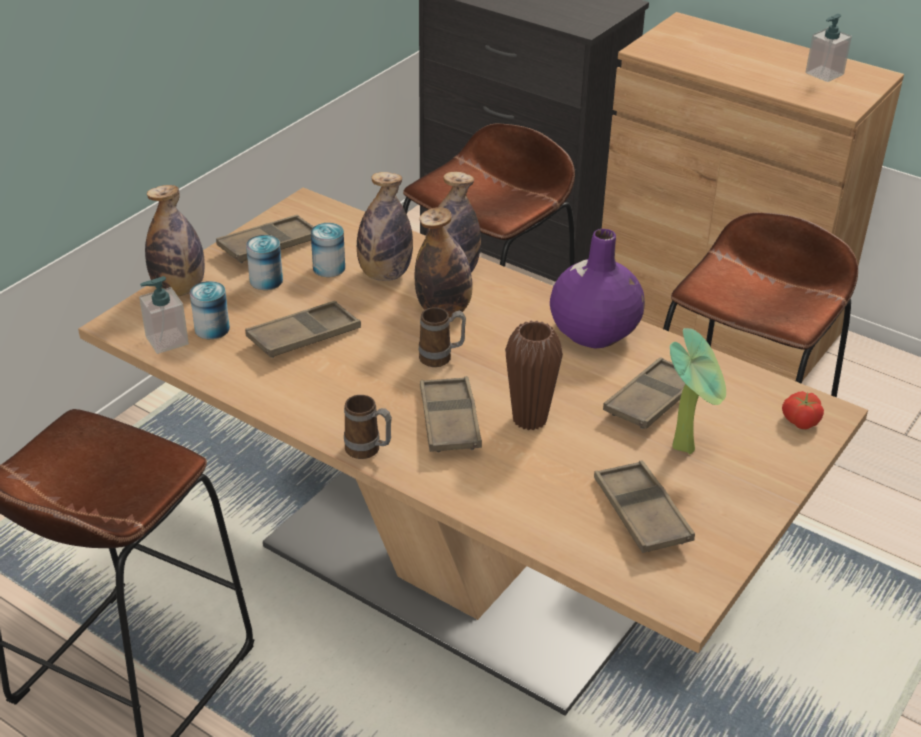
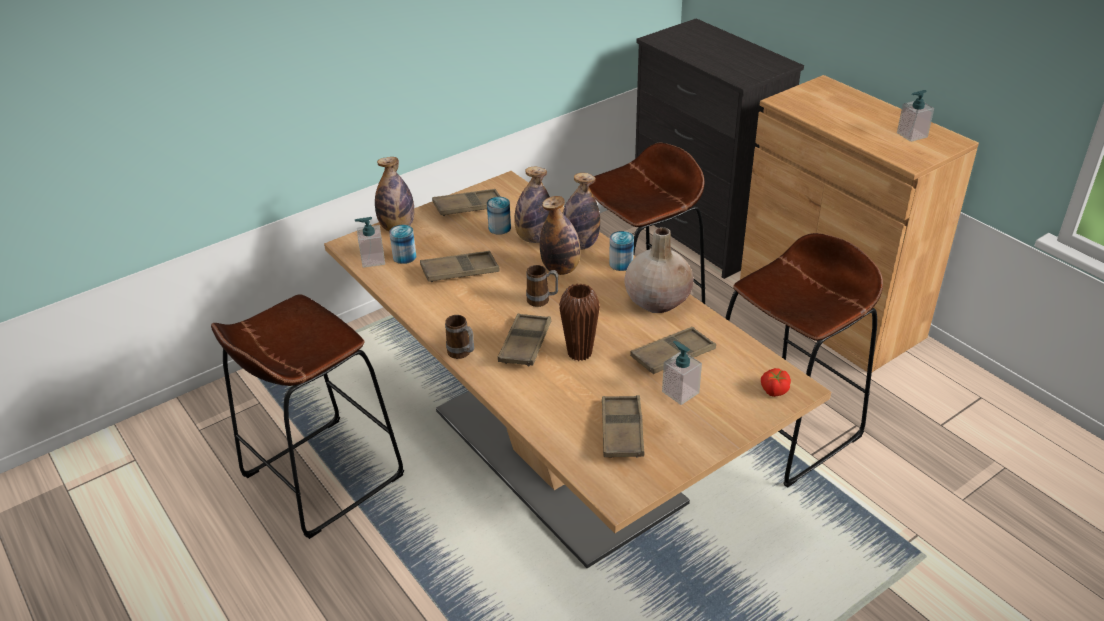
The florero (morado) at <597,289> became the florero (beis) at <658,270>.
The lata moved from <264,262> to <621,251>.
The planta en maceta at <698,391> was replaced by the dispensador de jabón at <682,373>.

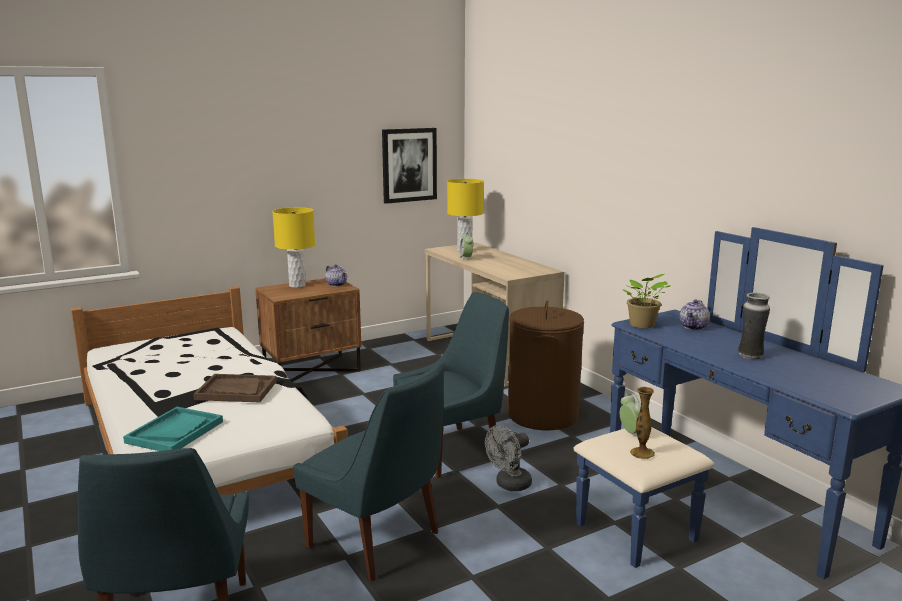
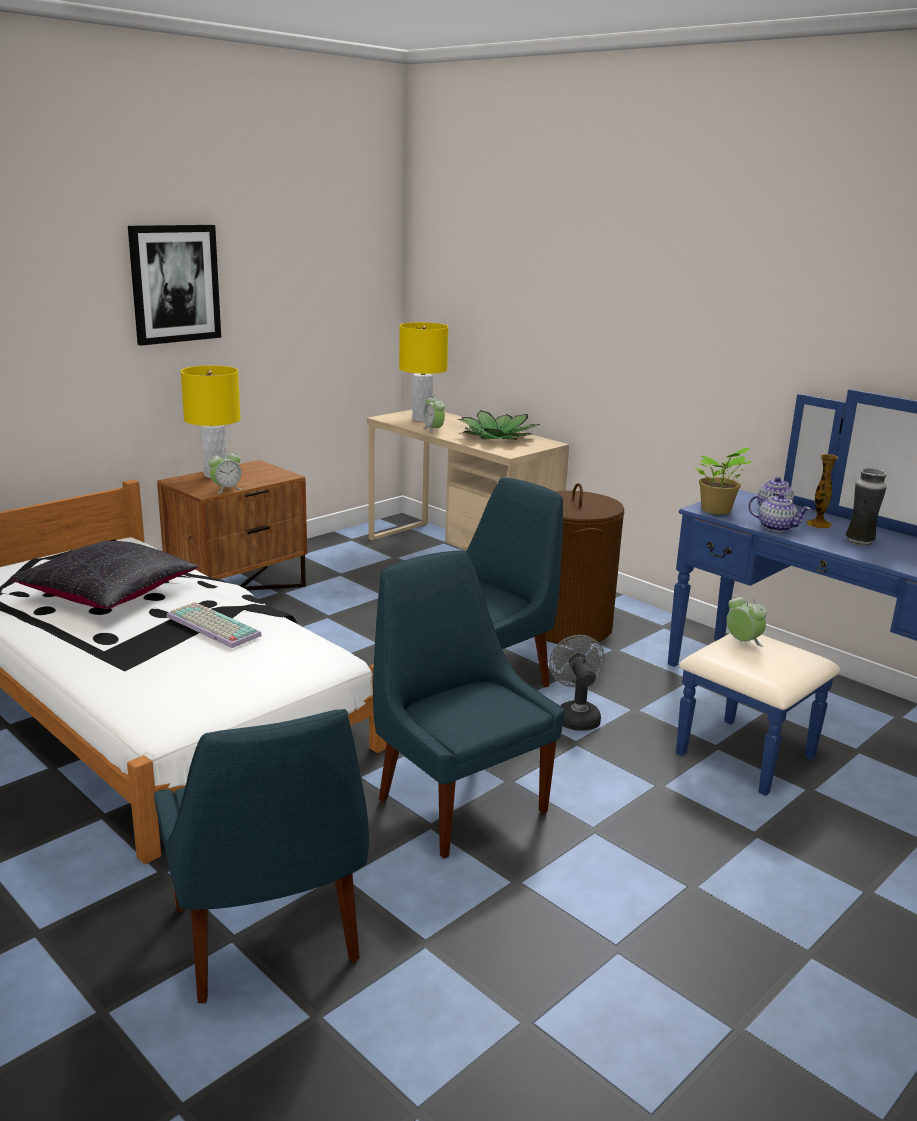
The cuadro moved from <409,166> to <174,285>.
The tetera moved from <336,275> to <779,512>.
The silla (azul) at <368,473> turned 150 degrees counterclockwise.
The bandeja (marrón) at <235,388> was replaced by the teclado at <214,625>.
The florero moved from <642,423> to <822,491>.
The bandeja (turquesa) at <173,429> disappeared.
The ventilador (gris) at <508,458> turned 135 degrees clockwise.
The planta en maceta at <499,425> appeared.
The despertador at <224,471> appeared.
The cojín (negro) at <104,575> appeared.

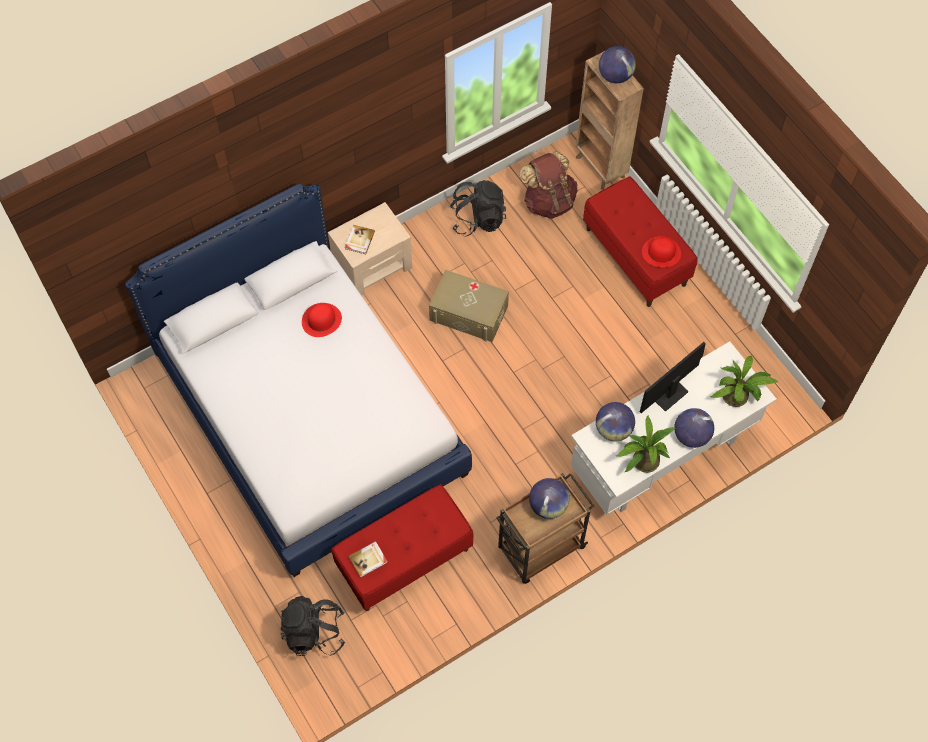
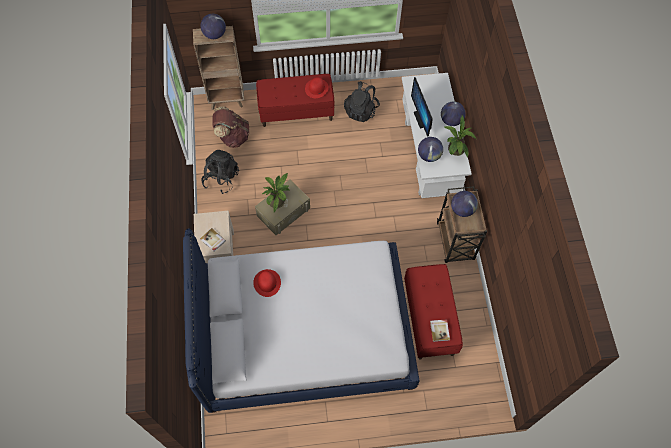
The planta en maceta moved from <744,381> to <276,193>.
The mochila (negro) moved from <313,626> to <362,101>.

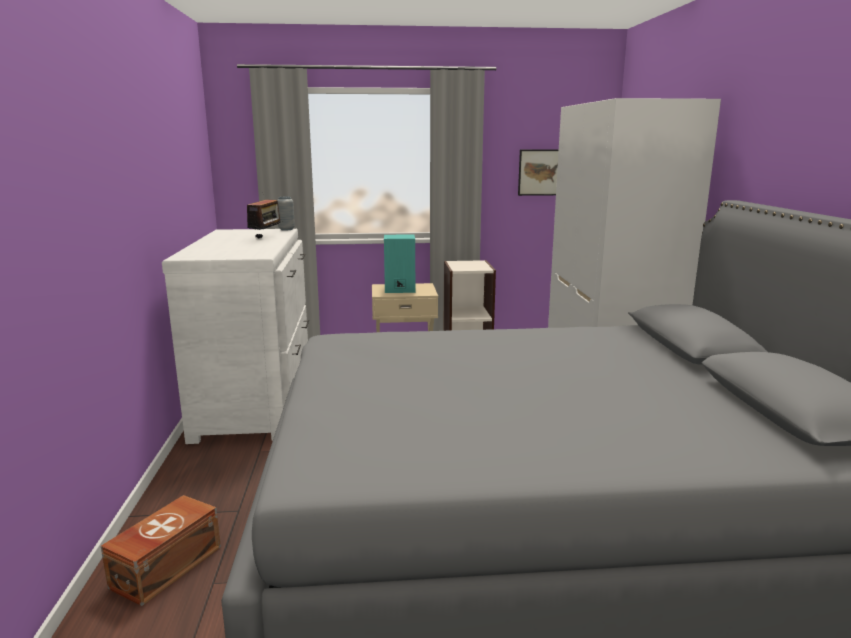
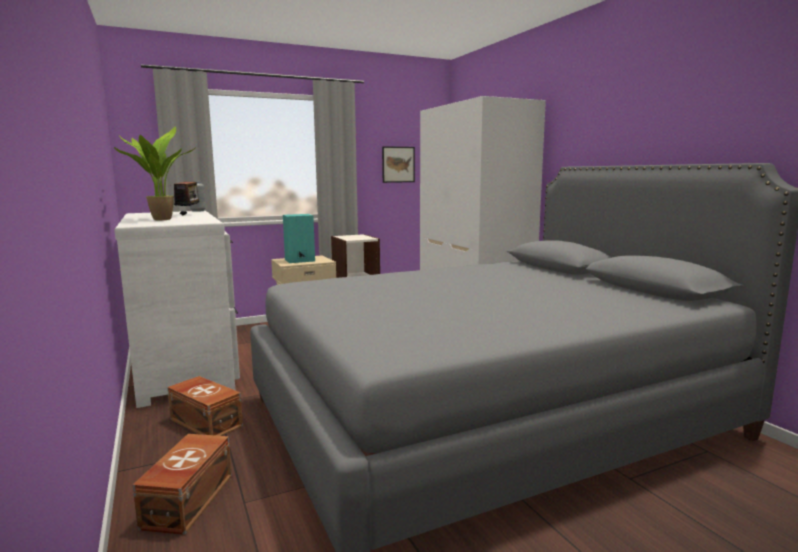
The planta en maceta at <154,173> appeared.
The caja de almacenaje (marrón) at <205,406> appeared.

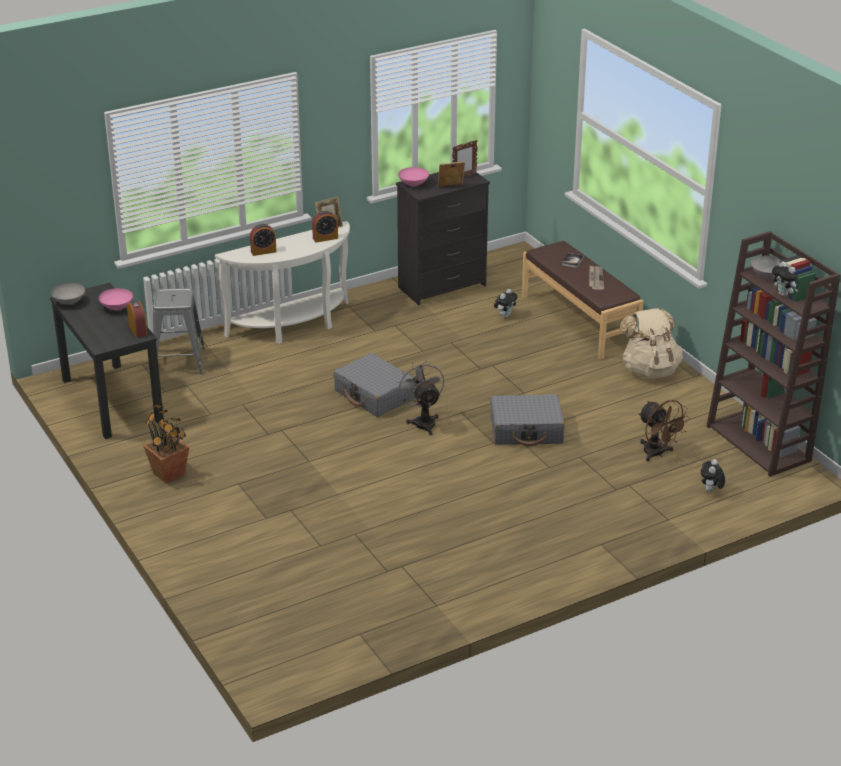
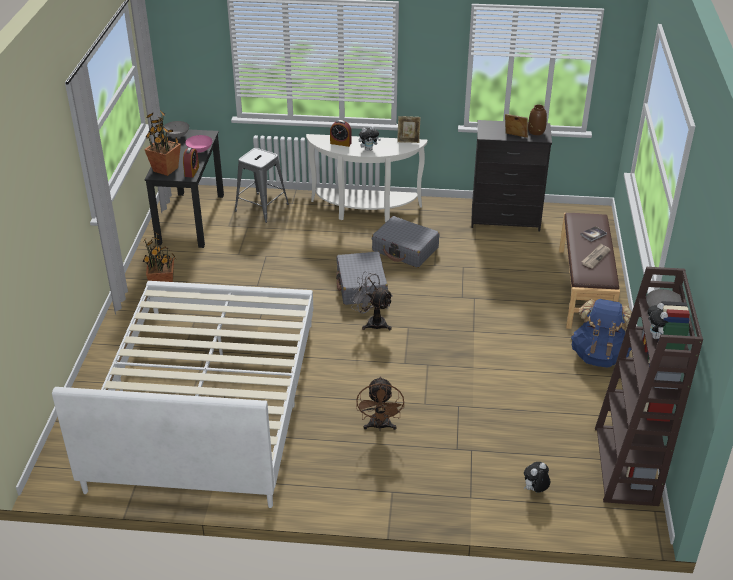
The portarretratos at <465,158> was replaced by the florero (marrón) at <537,119>.
The cuenco (rosa) at <413,177> disappeared.
The despertador at <325,226> disappeared.
The peluche moved from <506,303> to <370,138>.
The mochila (beis) at <651,343> became the mochila (azul) at <601,333>.
The ventilador (gris) at <420,397> turned 75 degrees counterclockwise.
The maleta (gris) moved from <527,420> to <405,242>.
The ventilador (marrón) moved from <664,430> to <380,403>.
The planta en maceta at <162,143> appeared.
The cama (blanco) at <182,394> appeared.

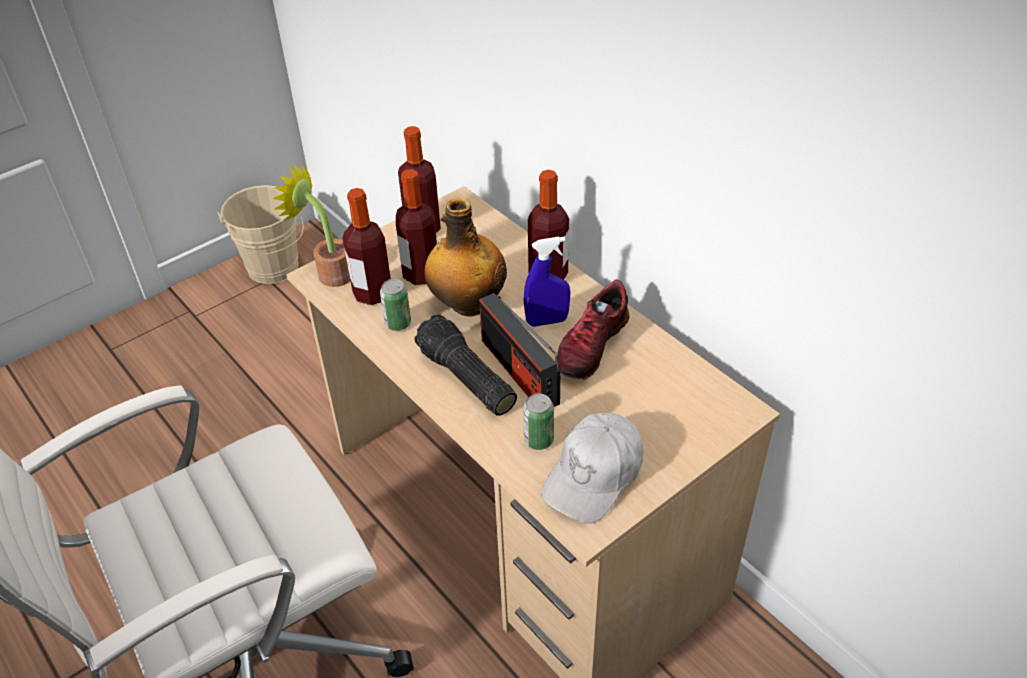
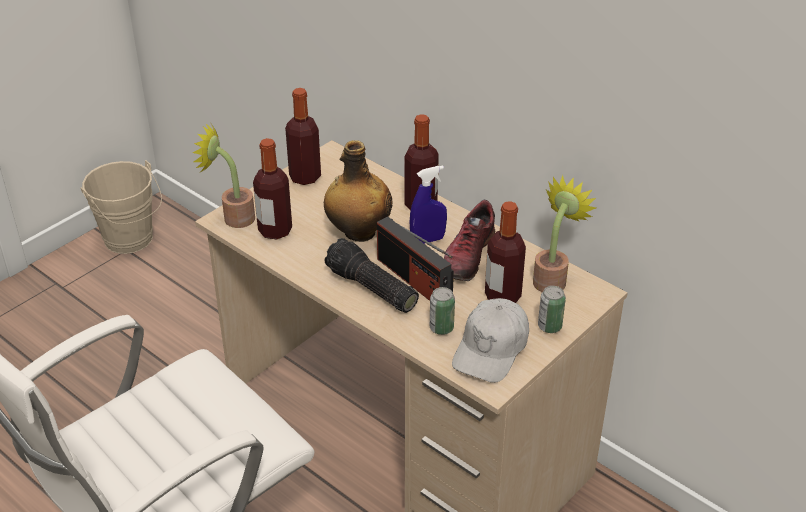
The botella moved from <416,227> to <505,252>.
The lata moved from <395,305> to <552,309>.
The planta en maceta at <564,233> appeared.

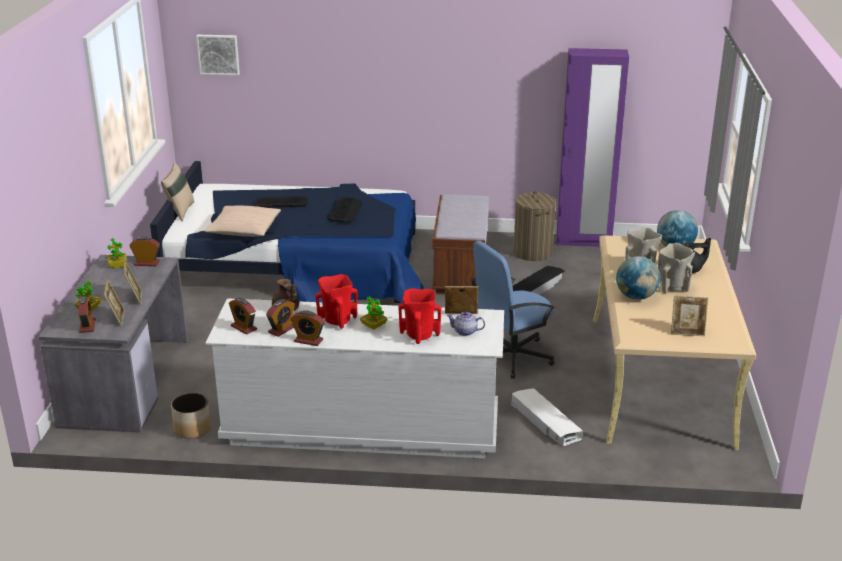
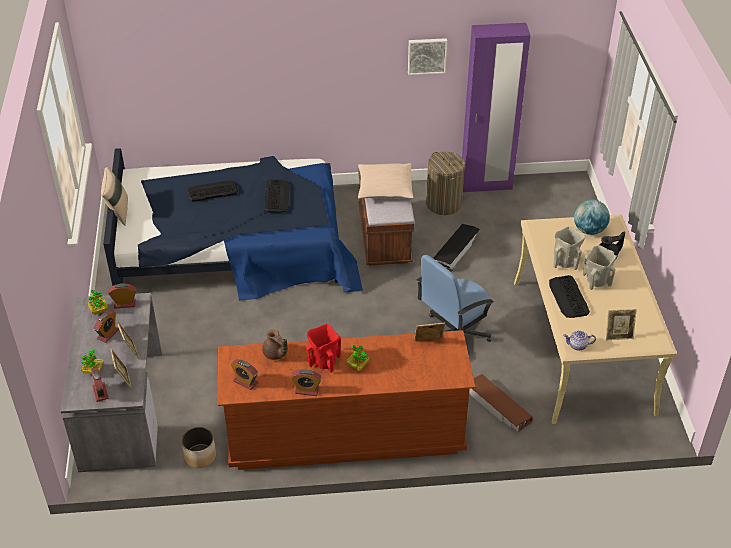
The cuadro moved from <218,55> to <427,56>.
The cojín (beis) moved from <243,221> to <386,181>.
The globo terráqueo at <638,278> was replaced by the teclado at <569,296>.
The florero (rojo) at <419,316> disappeared.
The cómoda (blanco) at <354,378> became the cómoda (marrón) at <346,400>.
The despertador moved from <280,318> to <106,327>.
The tetera moved from <466,324> to <579,340>.
The caja de almacenaje (blanco) at <547,417> became the caja de almacenaje (marrón) at <501,403>.

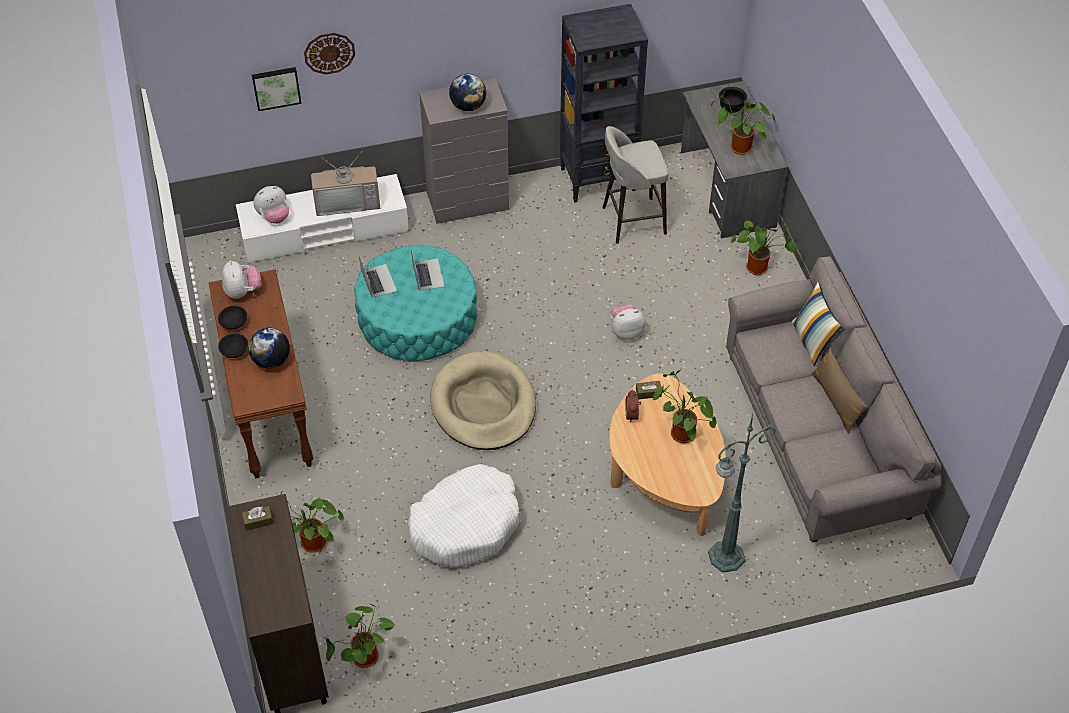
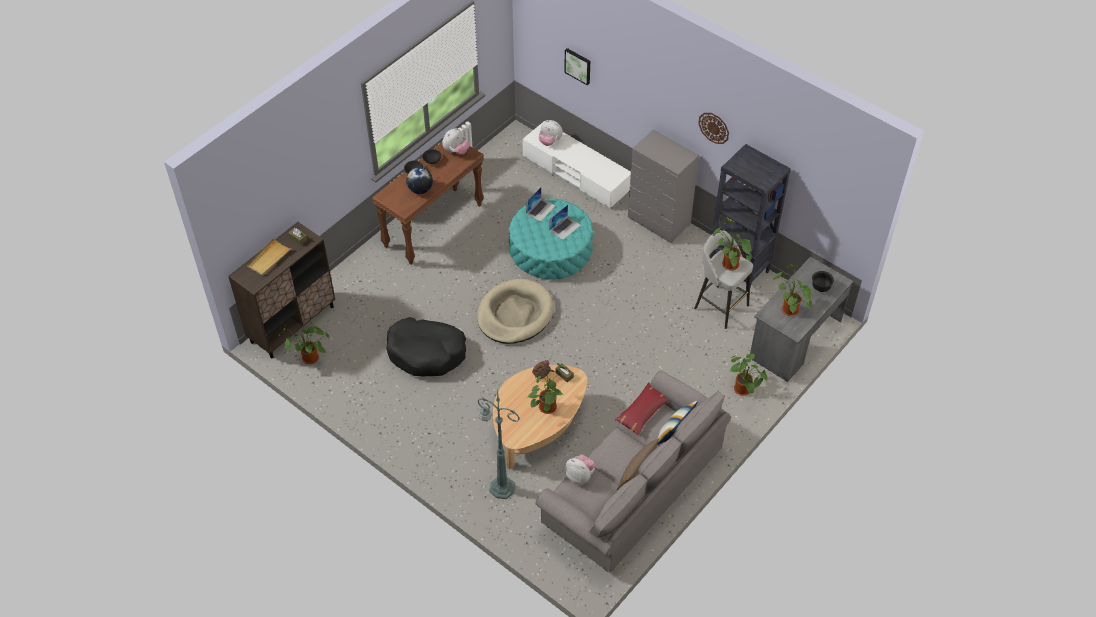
The reloj de pared moved from <329,53> to <713,128>.
The globo terráqueo at <467,92> disappeared.
The televisor at <345,184> disappeared.
The peluche moved from <628,322> to <580,469>.
The cama para perro (blanco) at <463,516> became the cama para perro (negro) at <426,346>.
The planta en maceta moved from <312,521> to <732,245>.
The bandeja (beis) at <269,257> appeared.
The cojín (rojo) at <642,409> appeared.

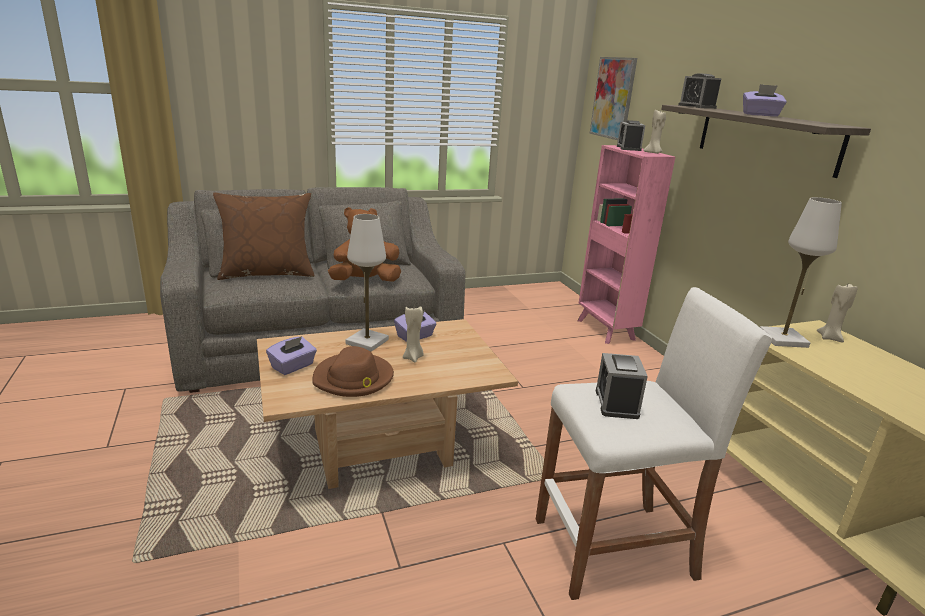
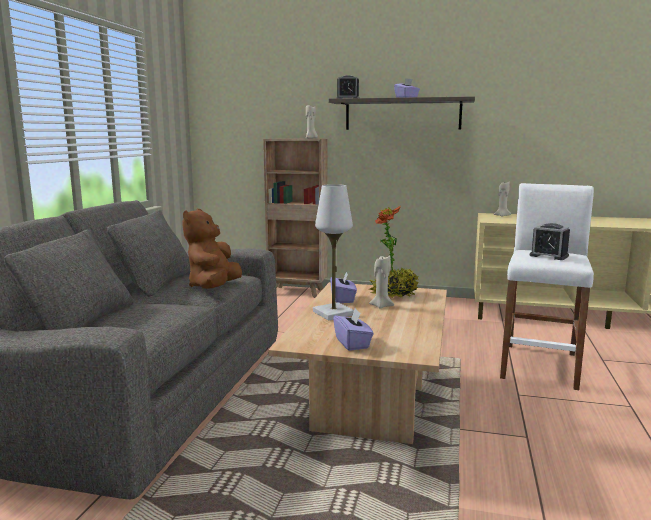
The cuadro at <613,98> disappeared.
The despertador at <631,135> disappeared.
The estantería (rosa) at <626,244> became the estantería (marrón) at <295,218>.
The cojín (marrón) at <264,236> disappeared.
The lámpara de mesa (blanco) at <801,272> disappeared.
The sombrero (marrón) at <353,371> disappeared.
The planta en maceta at <394,252> appeared.

